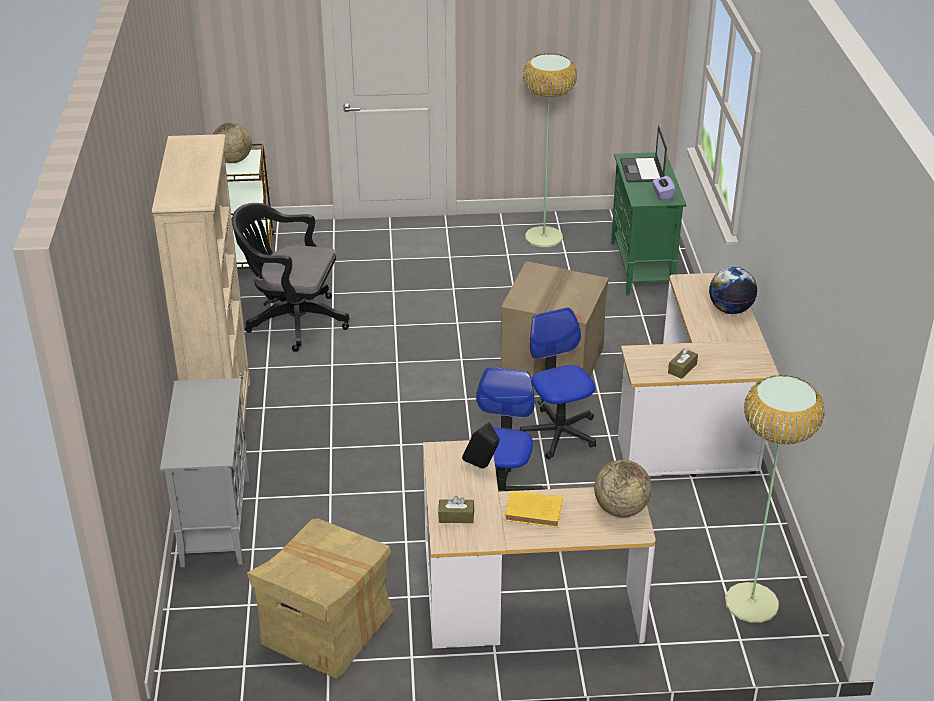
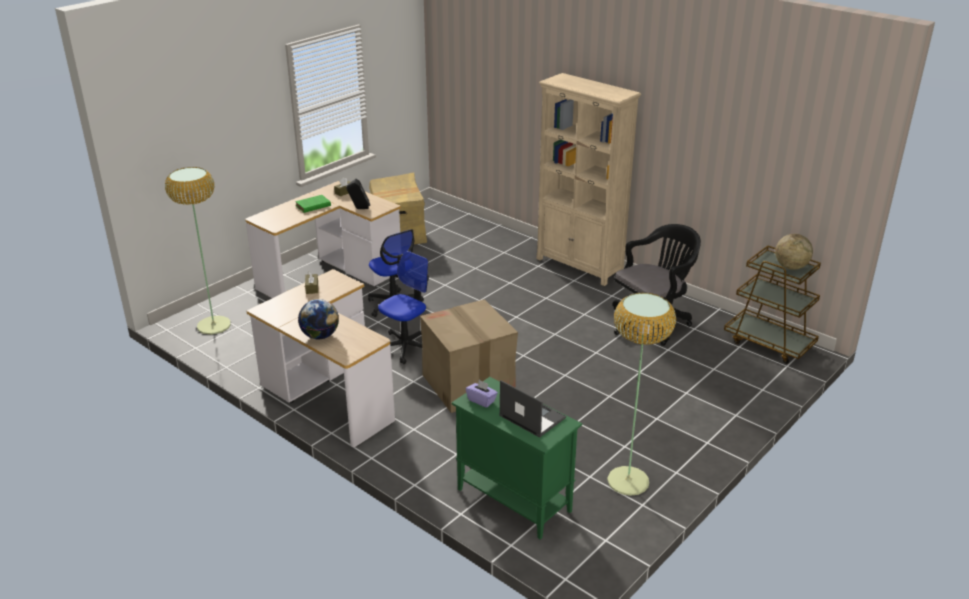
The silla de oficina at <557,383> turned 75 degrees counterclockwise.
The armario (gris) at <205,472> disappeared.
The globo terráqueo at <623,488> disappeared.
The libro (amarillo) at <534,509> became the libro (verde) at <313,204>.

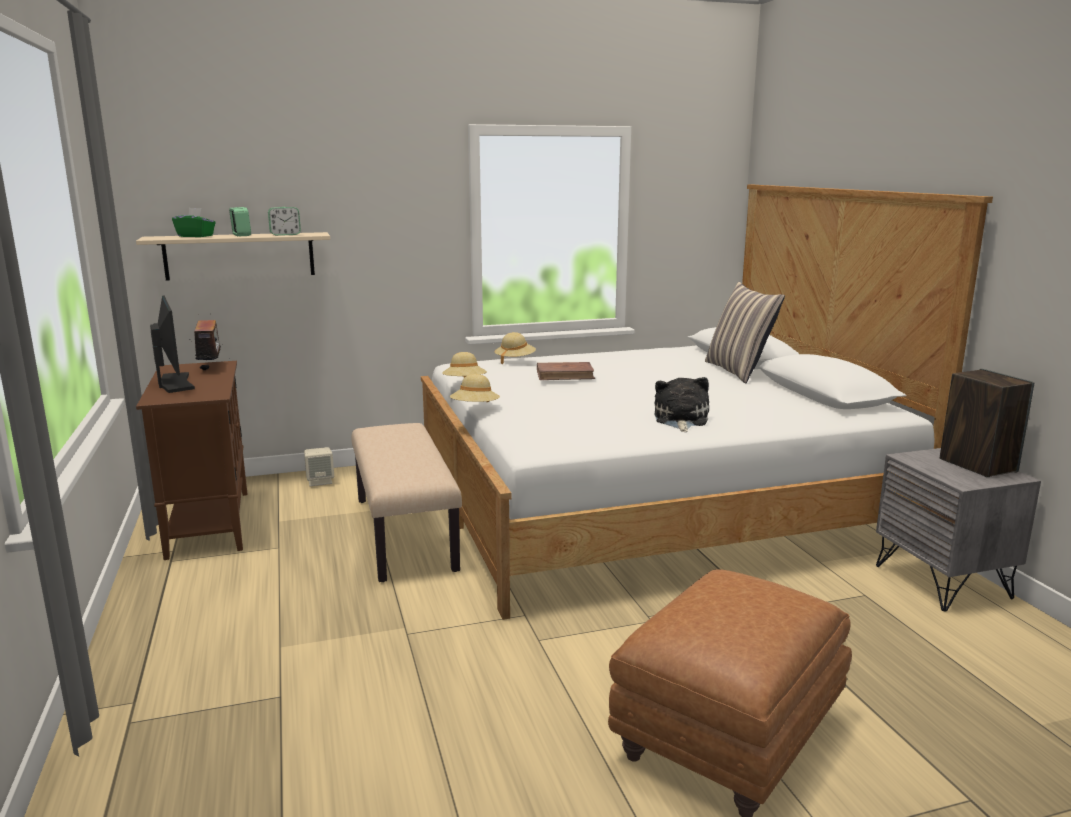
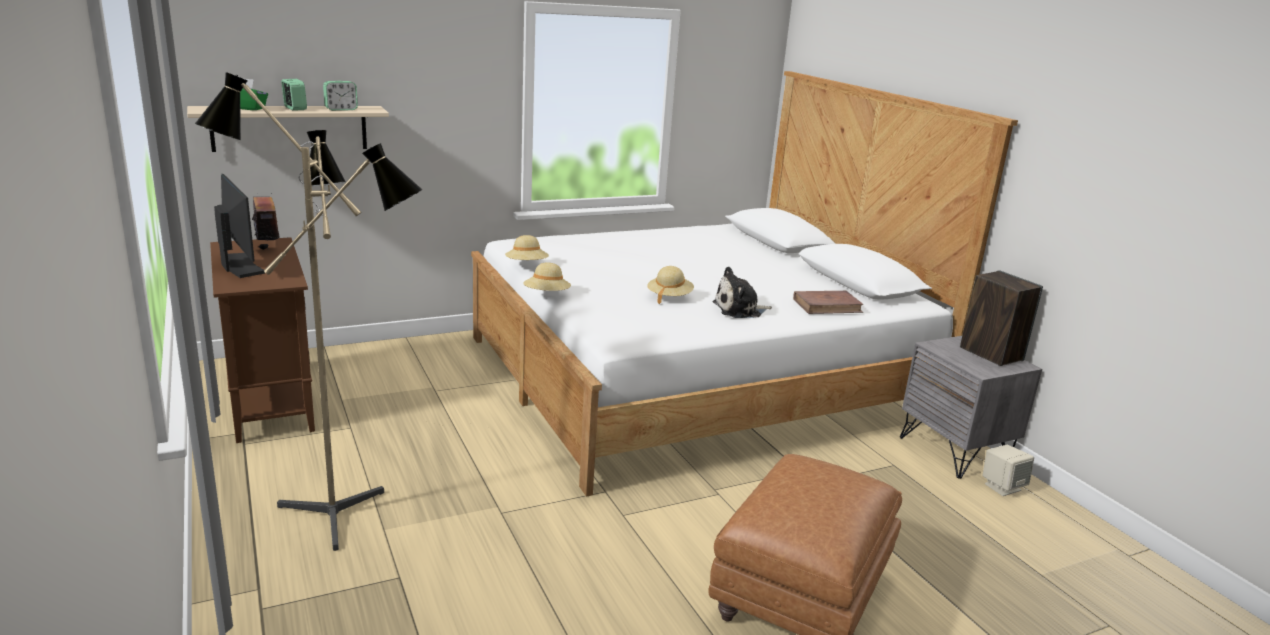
The cojín at <745,332> disappeared.
The sombrero (beis) moved from <515,348> to <670,285>.
The libro (marrón) moved from <566,371> to <828,302>.
The peluche at <681,404> turned 105 degrees counterclockwise.
The banco (beis) at <406,502> disappeared.
The altavoz (beis) moved from <319,466> to <1008,470>.
The lámpara de pie at <308,311> appeared.

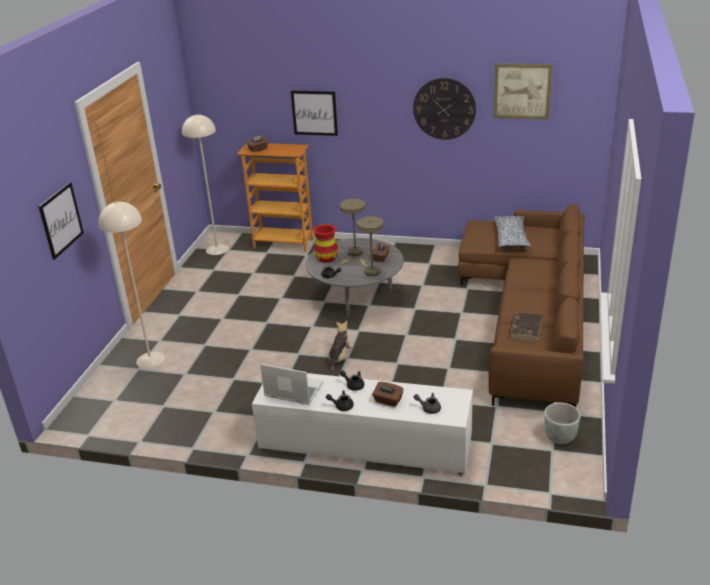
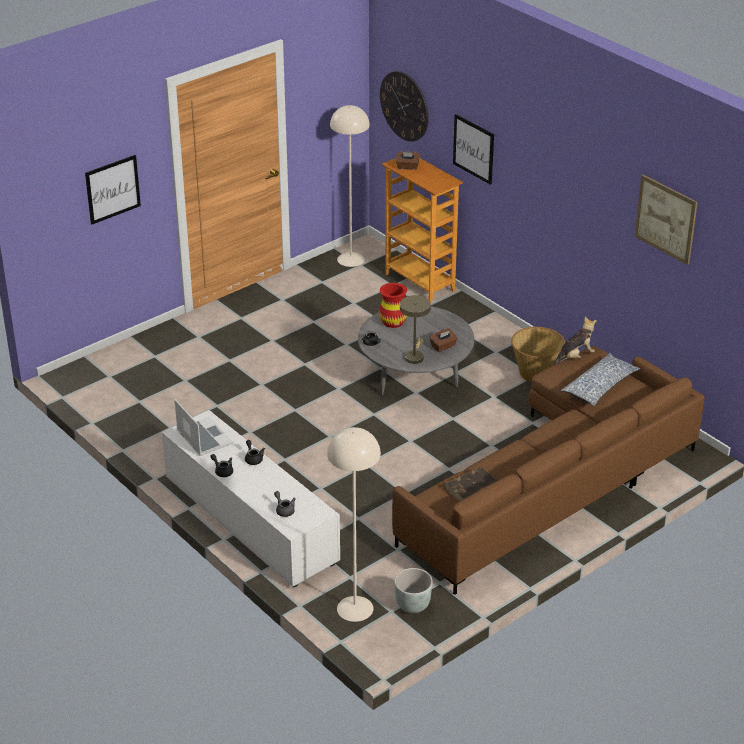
The reloj de pared moved from <444,109> to <404,106>.
The lámpara de mesa (beis) at <353,231> disappeared.
The lámpara de pie (beis) moved from <131,285> to <354,524>.
The peluche moved from <340,346> to <575,341>.
The caja de pañuelos (marrón) at <388,394> disappeared.
The cesta at <538,354> appeared.

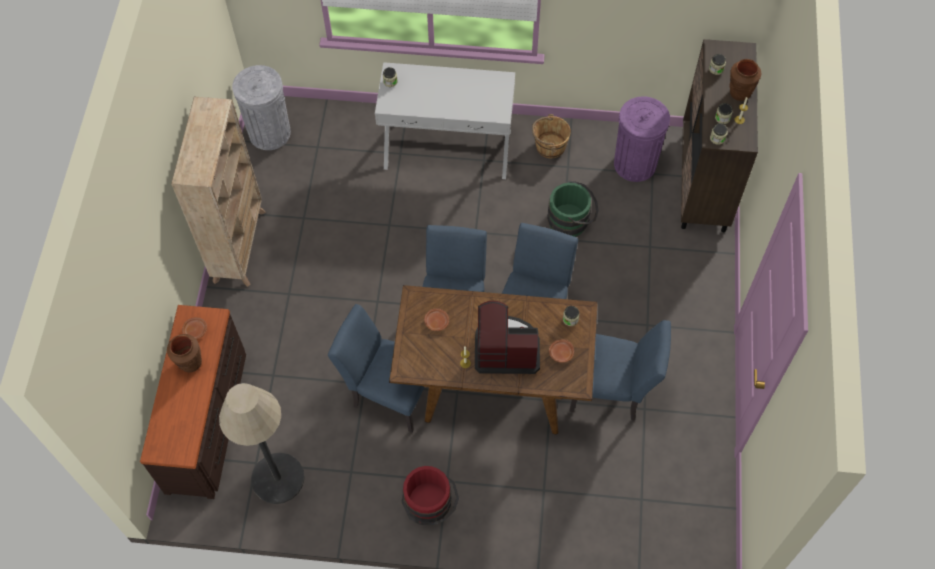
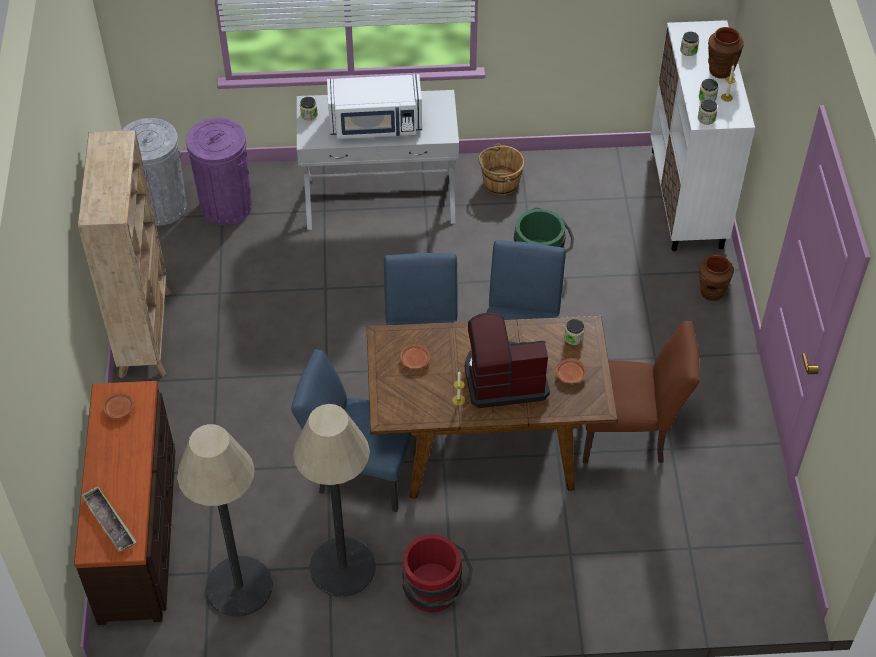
The armario (marrón) at <719,135> became the armario (blanco) at <702,135>.
The papelera (morado) moved from <642,139> to <219,171>.
The silla (azul) at <620,370> became the silla (marrón) at <641,392>.
The florero (marrón) moved from <184,353> to <716,278>.
The microondas (blanco) at <374,106> appeared.
The lámpara de pie at <334,500> appeared.
The bandeja at <109,519> appeared.

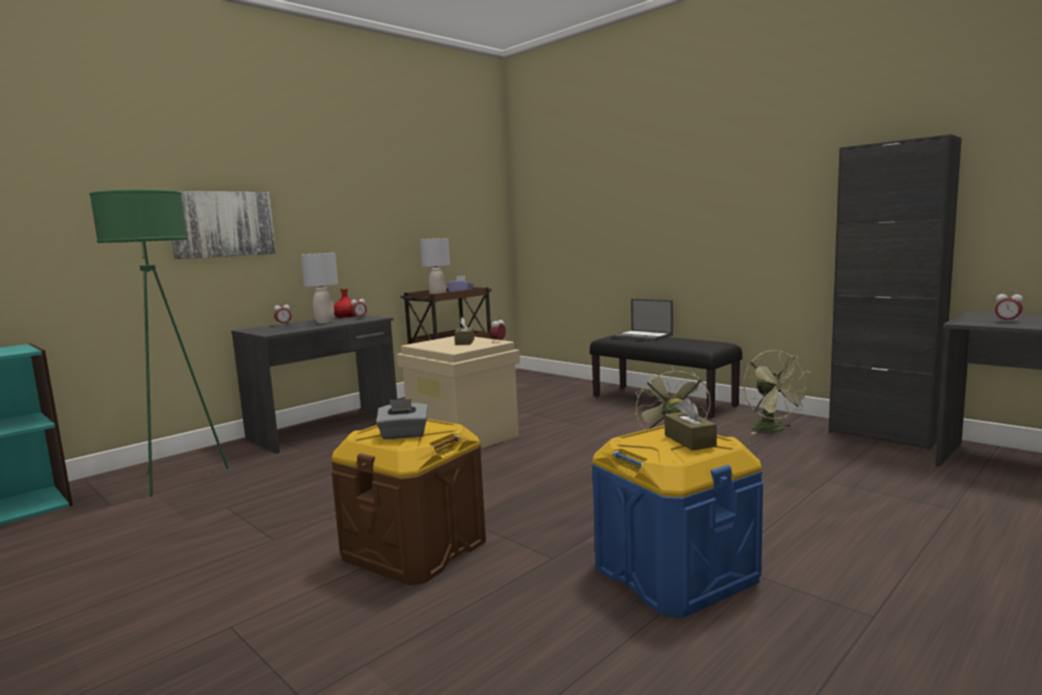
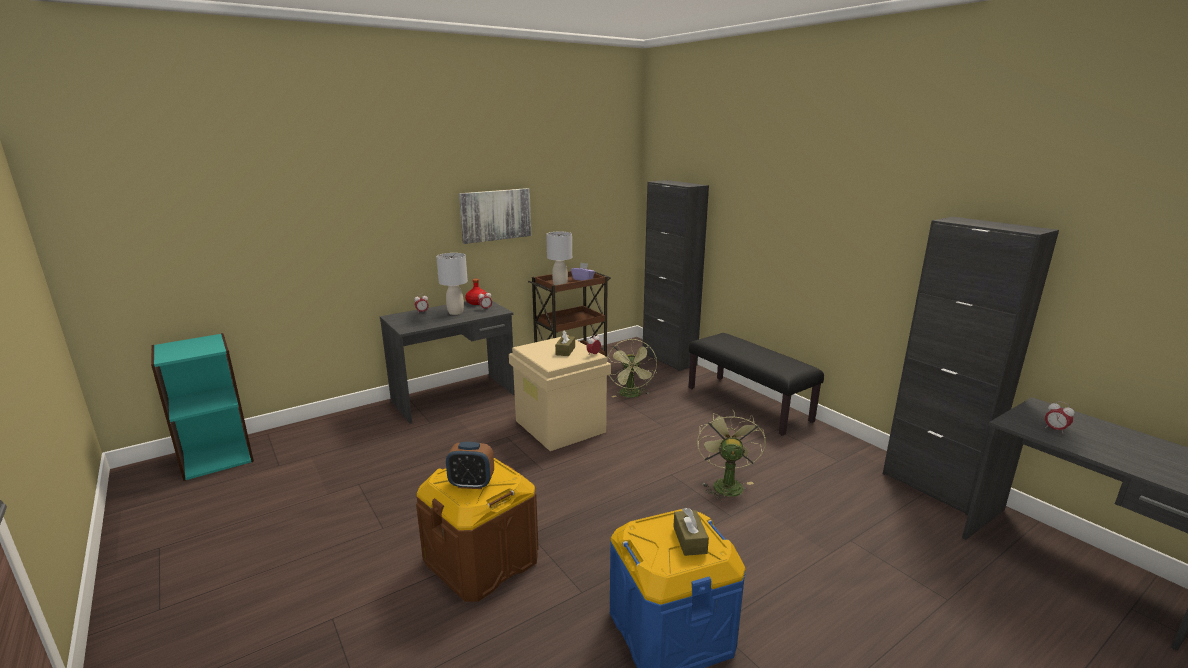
The lámpara de pie (verde) at <159,343> disappeared.
The cuadro moved from <224,225> to <495,216>.
The portátil at <642,320> disappeared.
The ventilador (verde) moved from <777,392> to <632,368>.
The caja de pañuelos (gris) at <402,419> was replaced by the despertador at <470,465>.
The armario (negro) at <676,275> appeared.

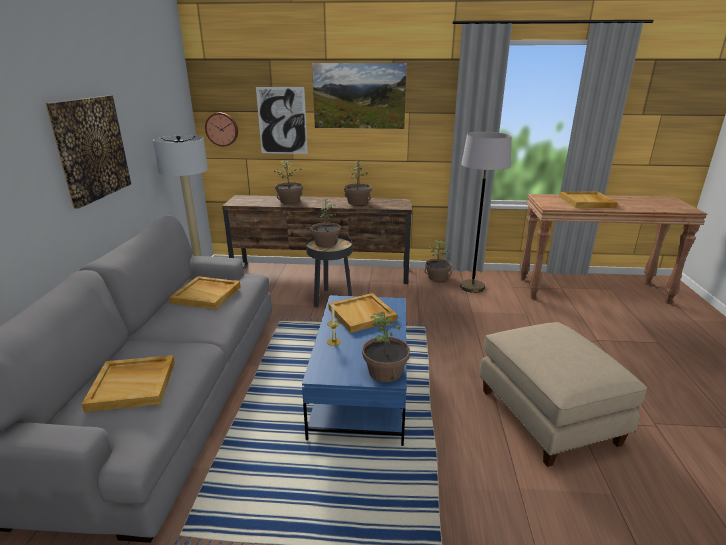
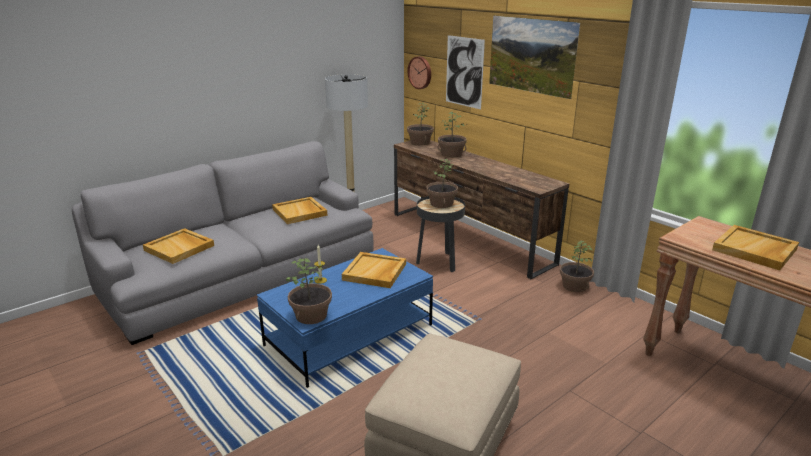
The cuadro at <88,151> disappeared.
The lámpara de pie (gris) at <486,212> disappeared.
The planta en maceta moved from <358,183> to <420,124>.

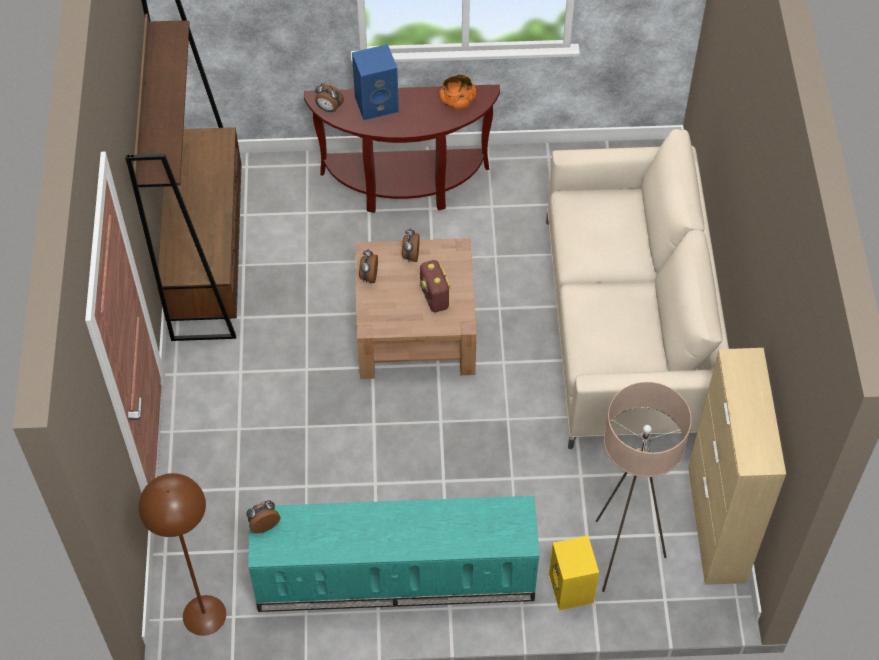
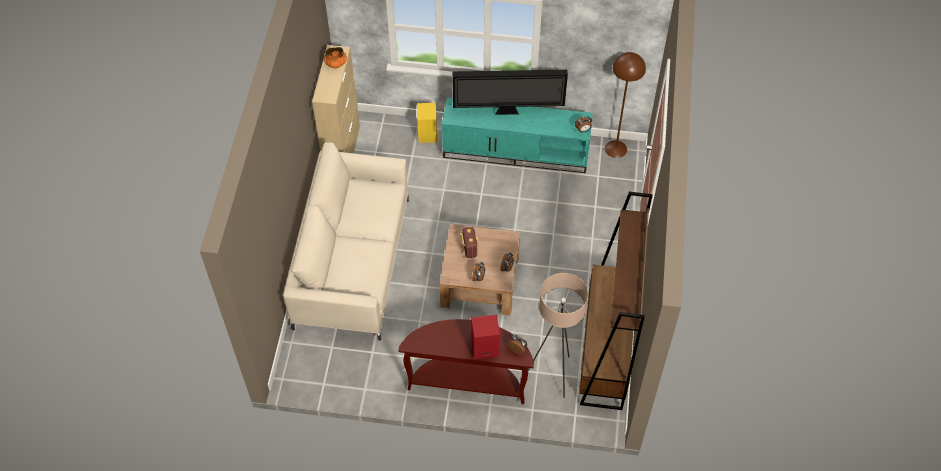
The altavoz (azul) at <375,82> became the altavoz (rojo) at <485,337>.
The cuenco (naranja) moved from <457,92> to <335,57>.
The lámpara de pie (beis) moved from <644,487> to <558,335>.
The televisor at <510,92> appeared.

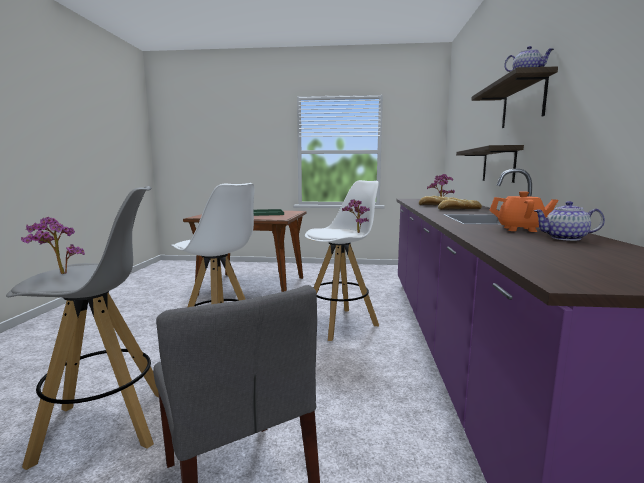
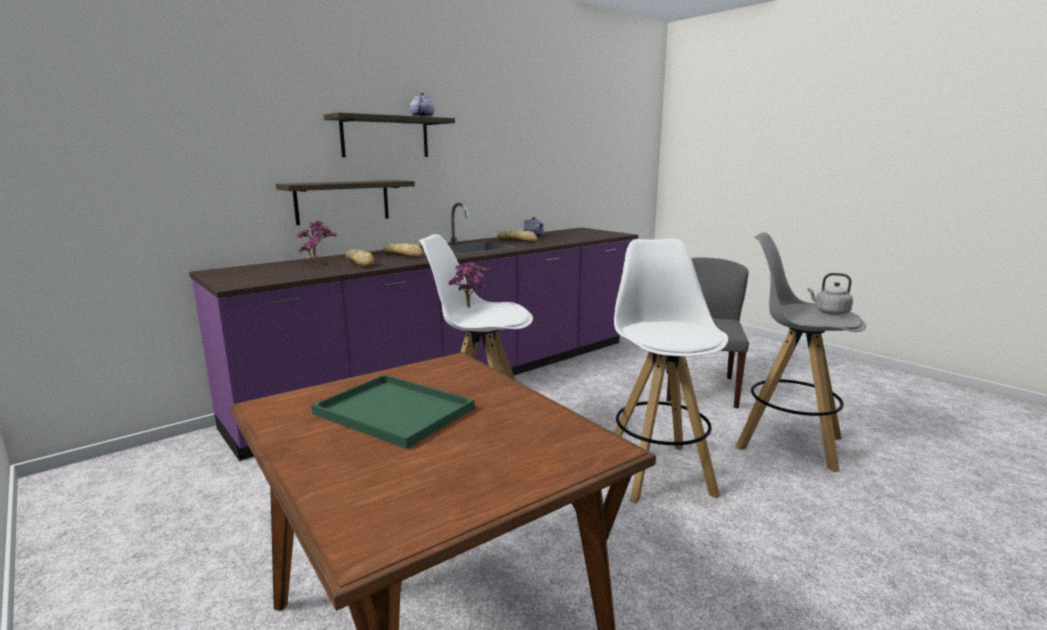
The tetera (naranja) at <523,211> was replaced by the pan at <517,236>.
The planta en maceta at <53,245> was replaced by the hervidor (gris) at <830,294>.

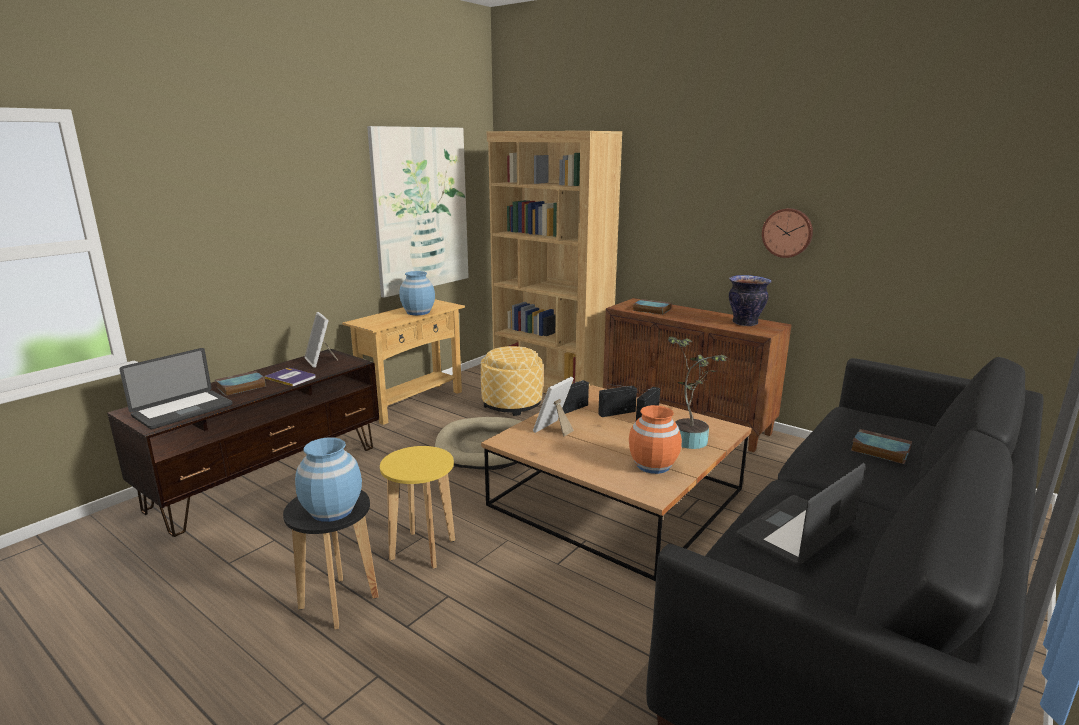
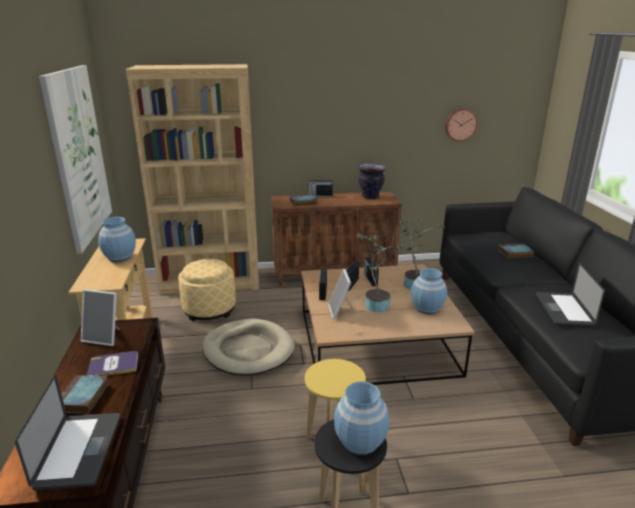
The reloj de pared moved from <787,233> to <461,125>.
The florero (naranja) at <655,439> became the florero (azul) at <429,291>.
The radio at <320,187> appeared.
The planta en maceta at <381,272> appeared.

